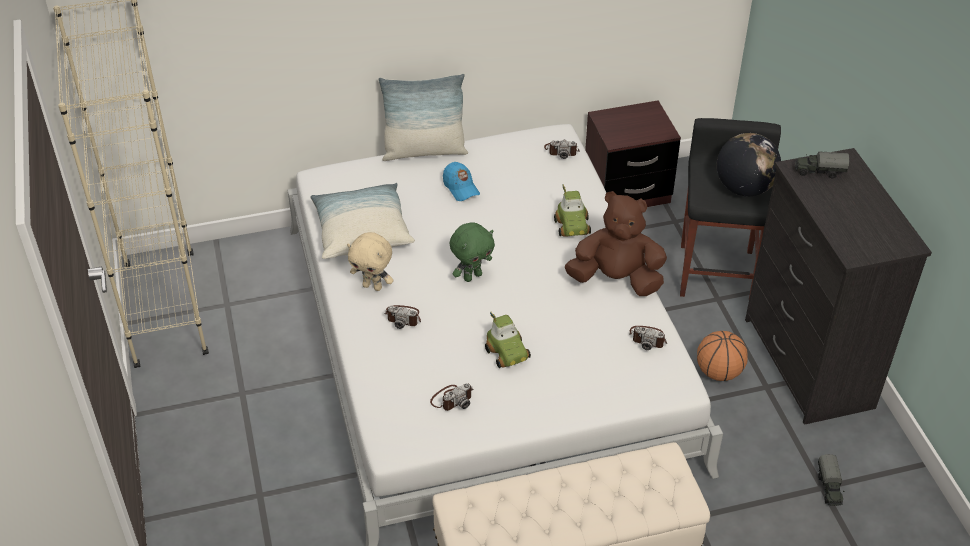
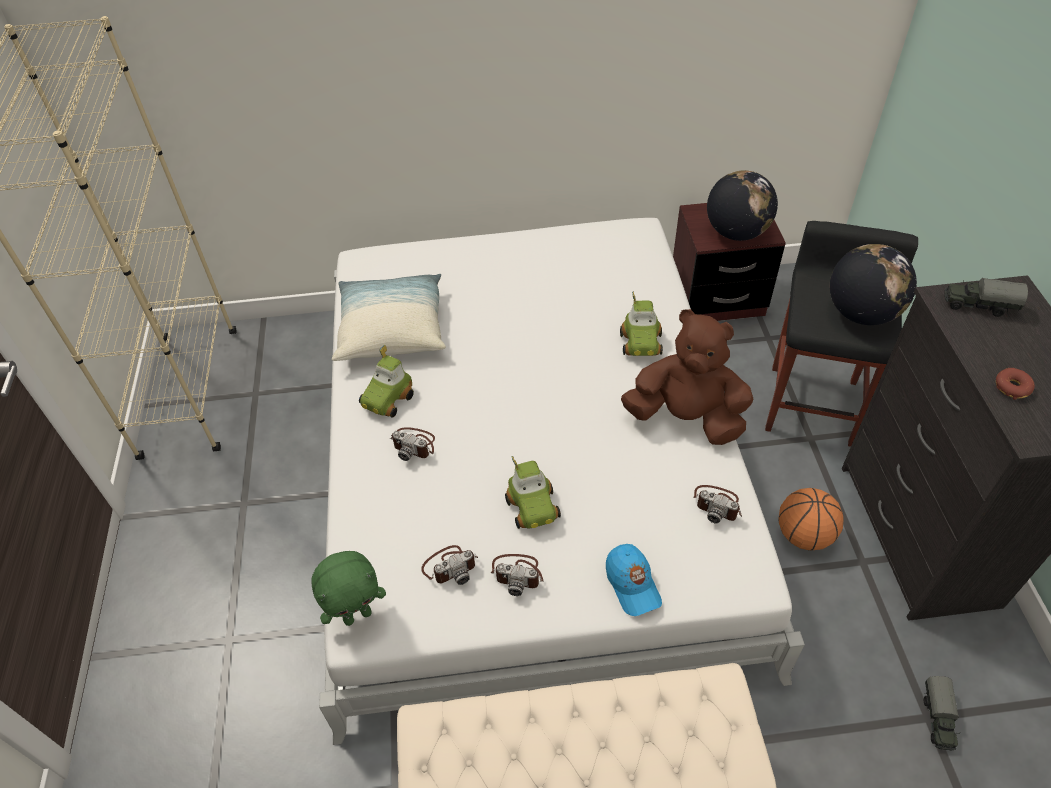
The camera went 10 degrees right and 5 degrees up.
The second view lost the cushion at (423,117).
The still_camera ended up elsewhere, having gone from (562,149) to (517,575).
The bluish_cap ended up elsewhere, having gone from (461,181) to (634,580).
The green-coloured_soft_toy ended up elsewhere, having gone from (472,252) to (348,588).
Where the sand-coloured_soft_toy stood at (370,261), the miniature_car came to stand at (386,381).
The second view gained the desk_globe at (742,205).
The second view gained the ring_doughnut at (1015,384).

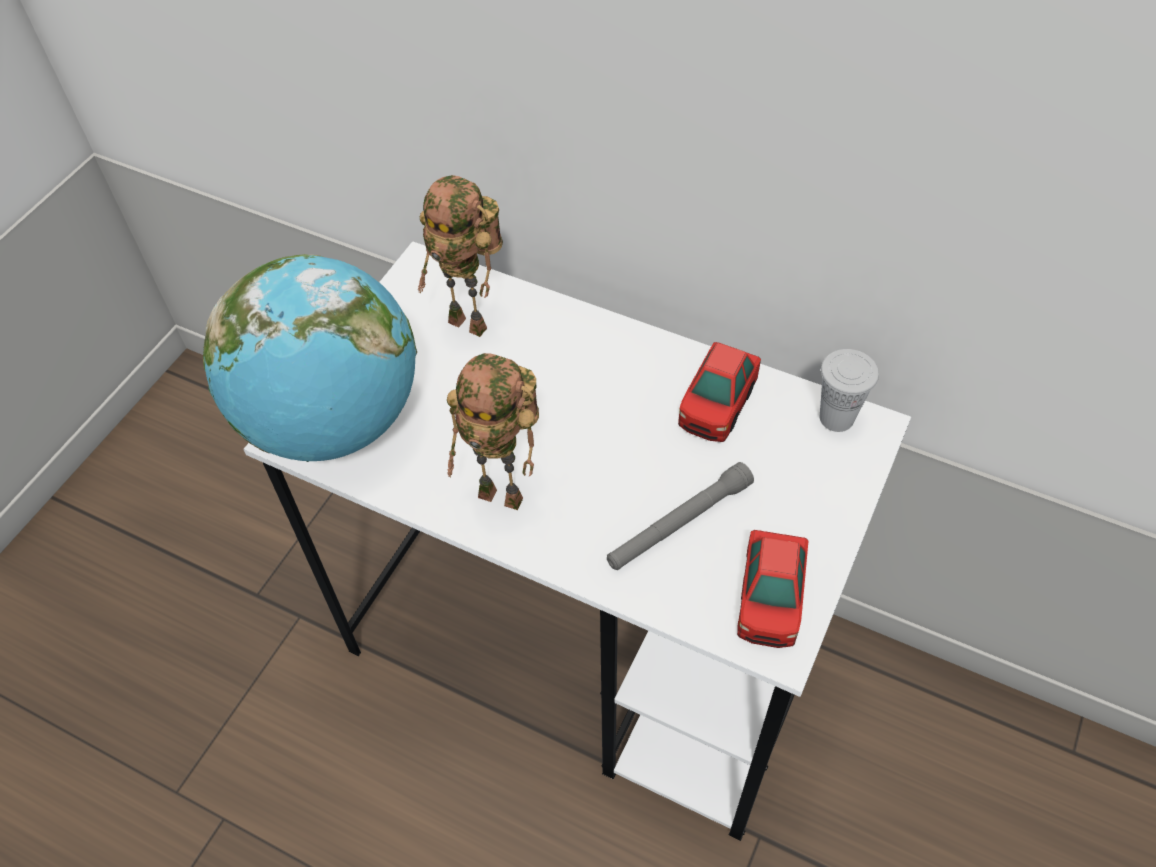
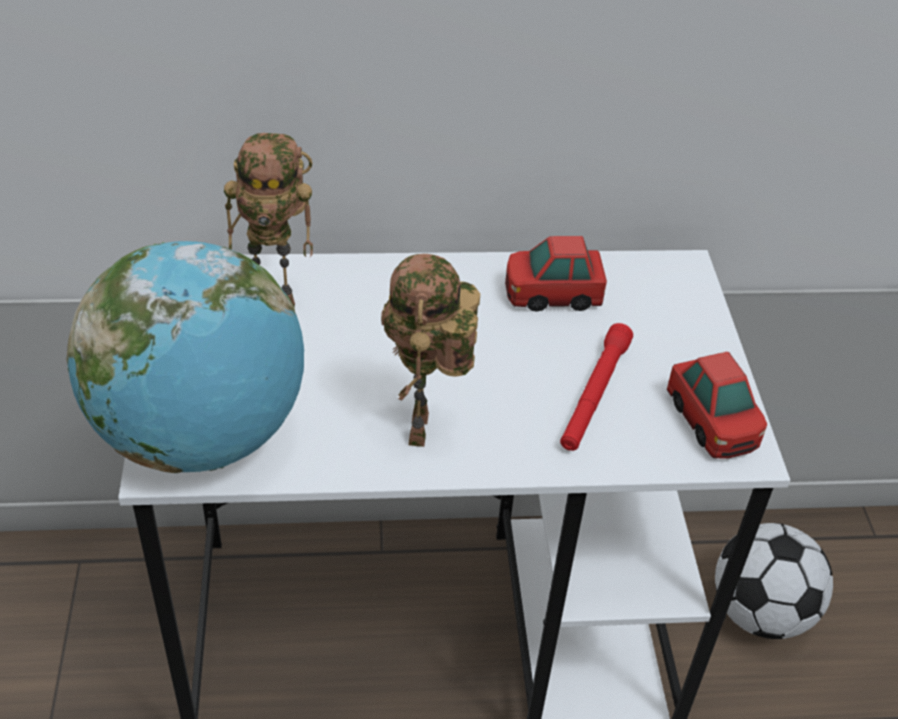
The camera went 35 degrees left and 10 degrees down.
The miniature_car at (719,392) ended up facing another way, 90 degrees clockwise from before.
The second view lost the white-coloured_cup at (849,390).
The model_robot at (493,431) ended up facing another way, 105 degrees clockwise from before.
What was the grey_torch at (680,516) turned into the red-coloured_torch at (596,387).
The second view gained the football at (774,581).

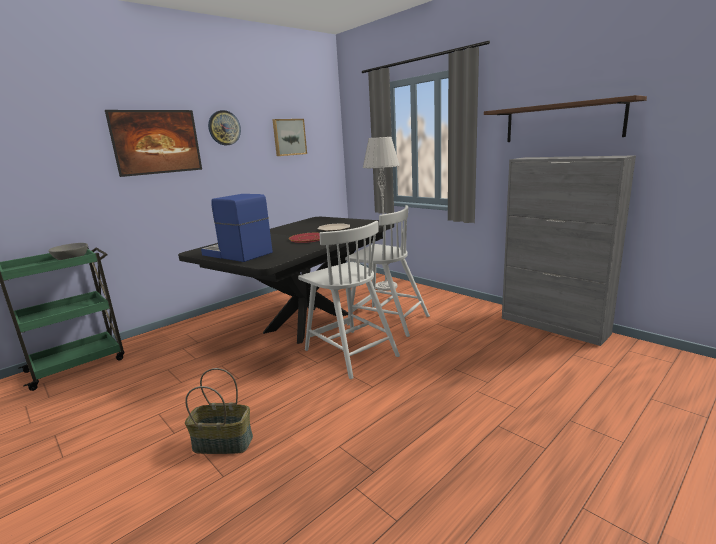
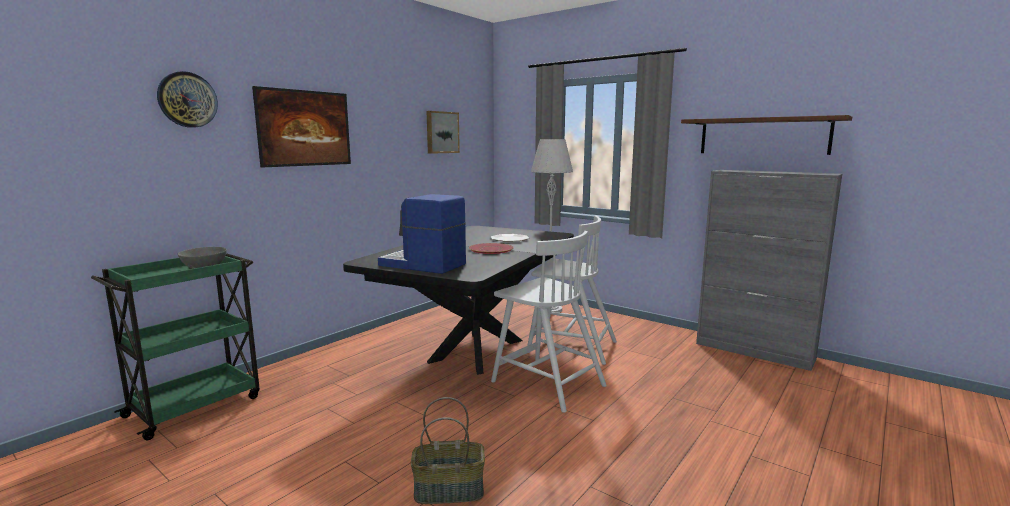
The camera went 10 degrees left and 5 degrees down.
The hanging_clock ended up elsewhere, having gone from (224,127) to (187,99).

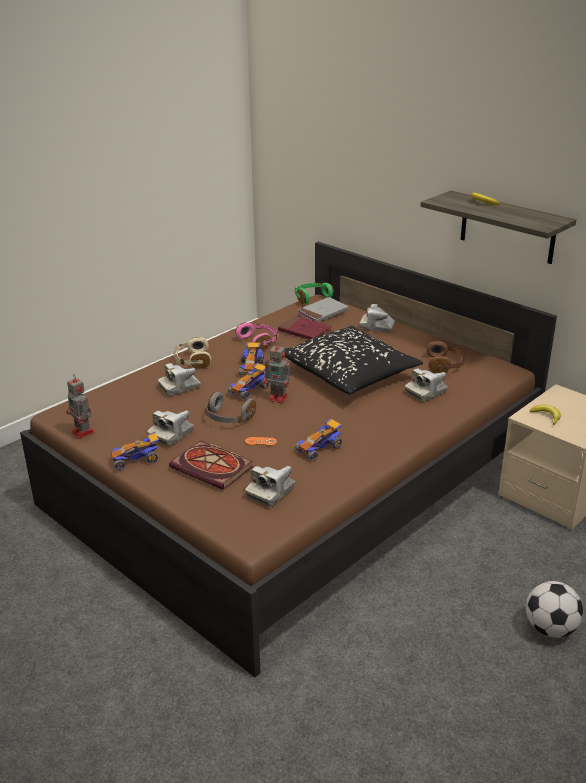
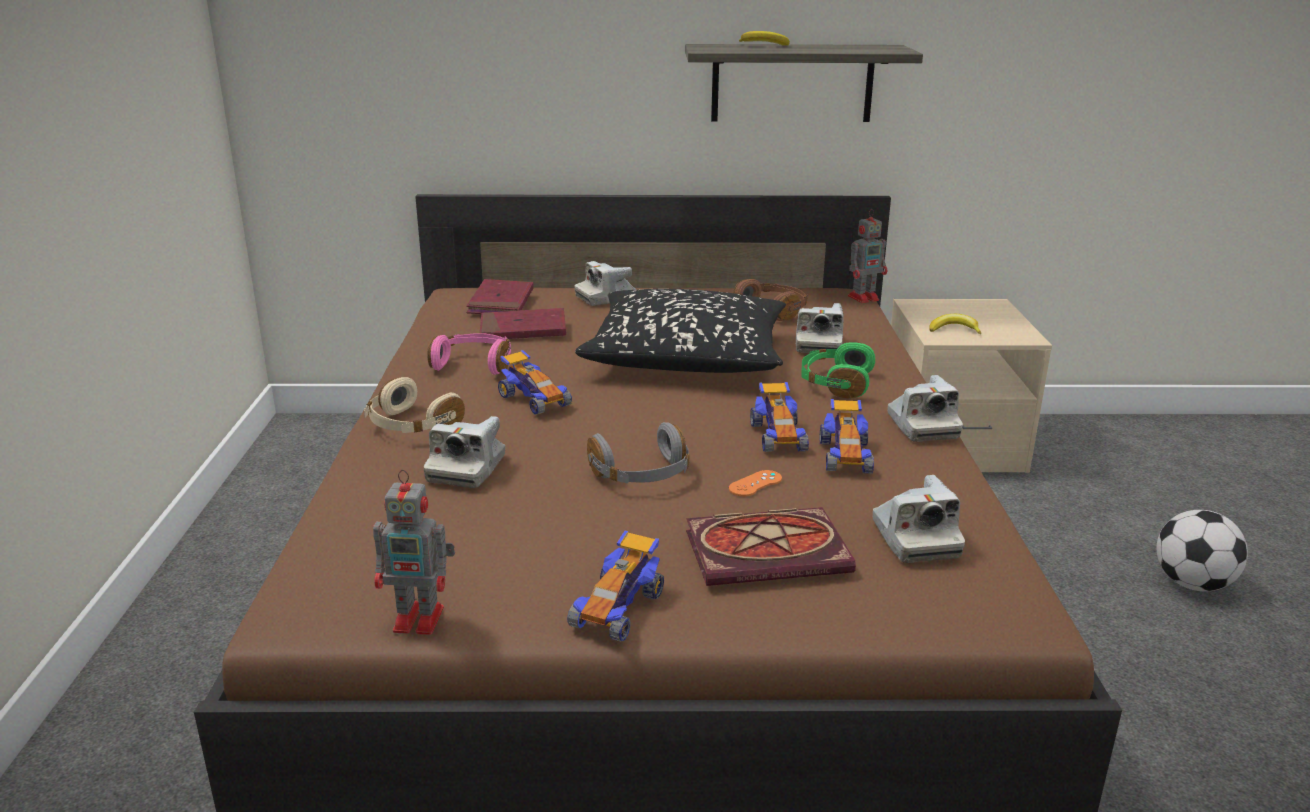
The camera went 45 degrees left and 5 degrees down.
The green-coloured_headset ended up elsewhere, having gone from (314,293) to (838,370).
What was the grey_book at (322,309) turned into the red-coloured_book at (500,296).
The model_robot ended up elsewhere, having gone from (278,373) to (867,256).
The miniature_car ended up elsewhere, having gone from (248,381) to (779,417).
The still_camera ended up elsewhere, having gone from (170,428) to (925,408).

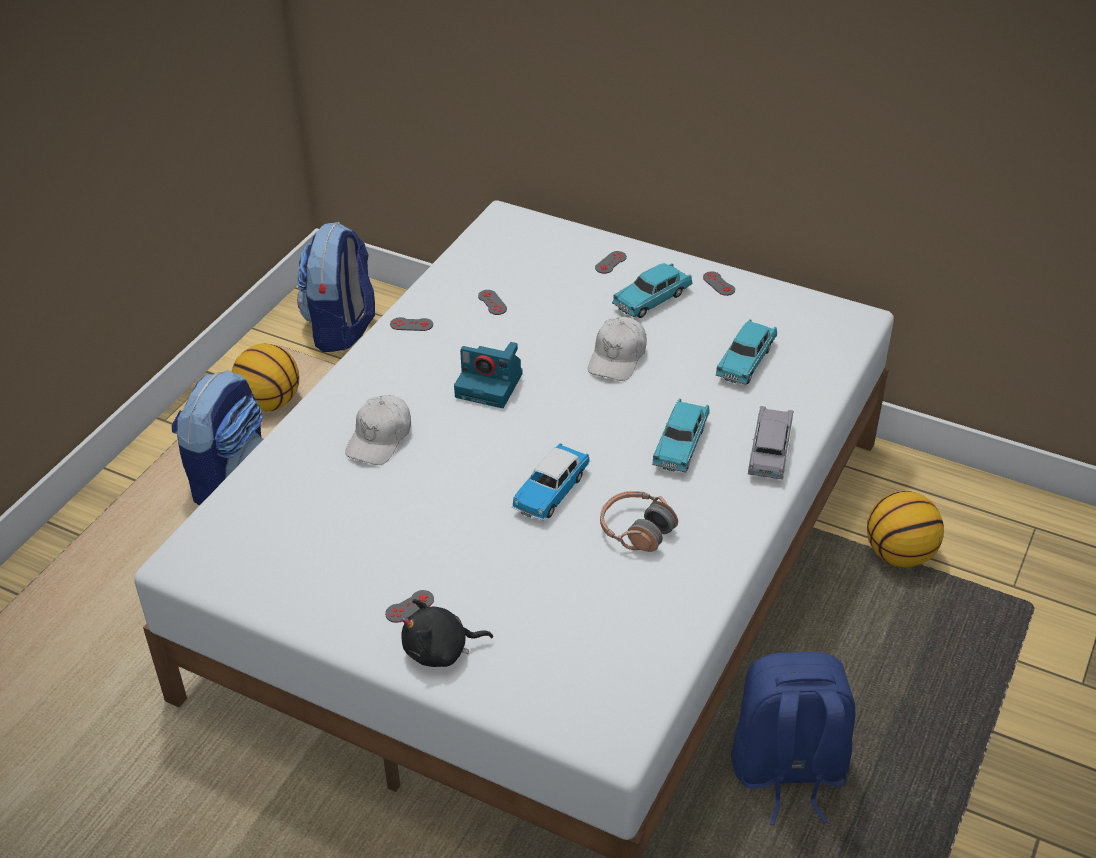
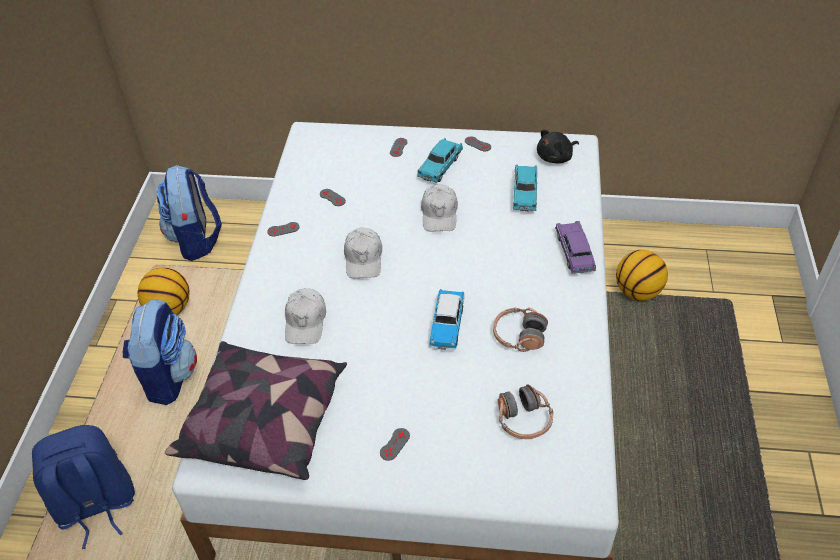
The camera went 20 degrees left and 5 degrees up.
Where the still_camera stood at (488,375), the white-coloured_cap came to stand at (363,253).
The second view lost the blue-green_miniature_car at (681,436).
What was the grey_miniature_car at (771,443) turned into the purplish_miniature_car at (575,247).
The black-coloured_soft_toy ended up elsewhere, having gone from (447,633) to (558,147).
The bluish_knapsack ended up elsewhere, having gone from (793,738) to (83,487).
The second view gained the cushion at (256,410).
The second view gained the headset at (526,411).

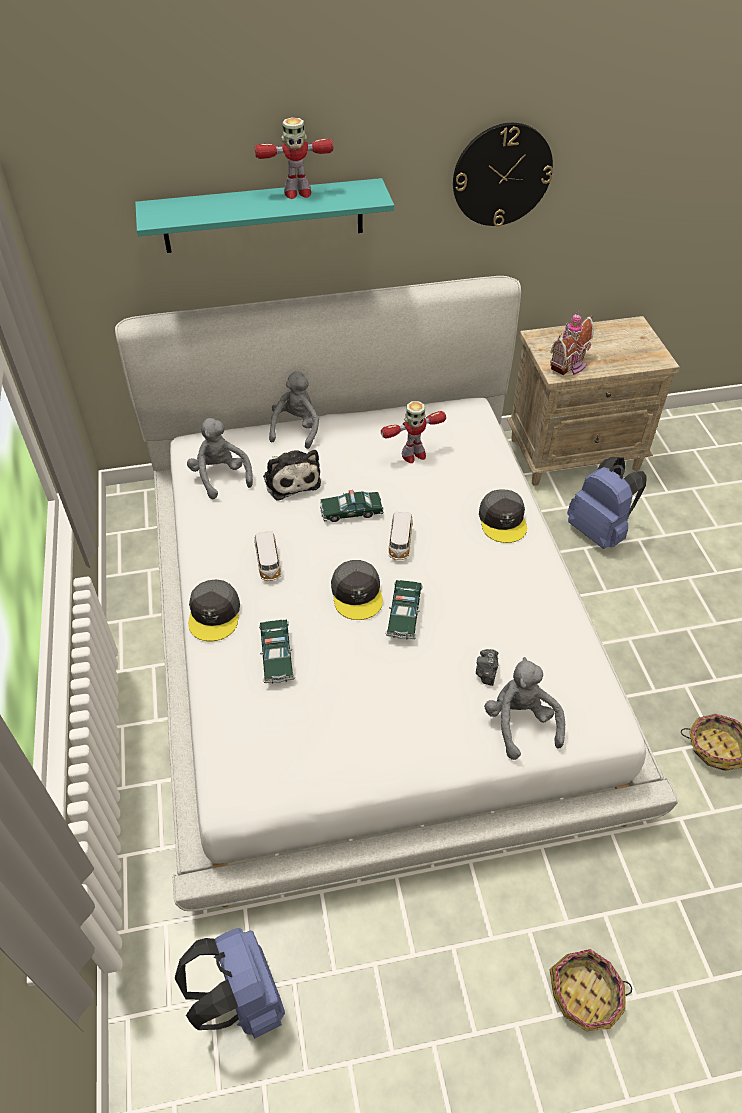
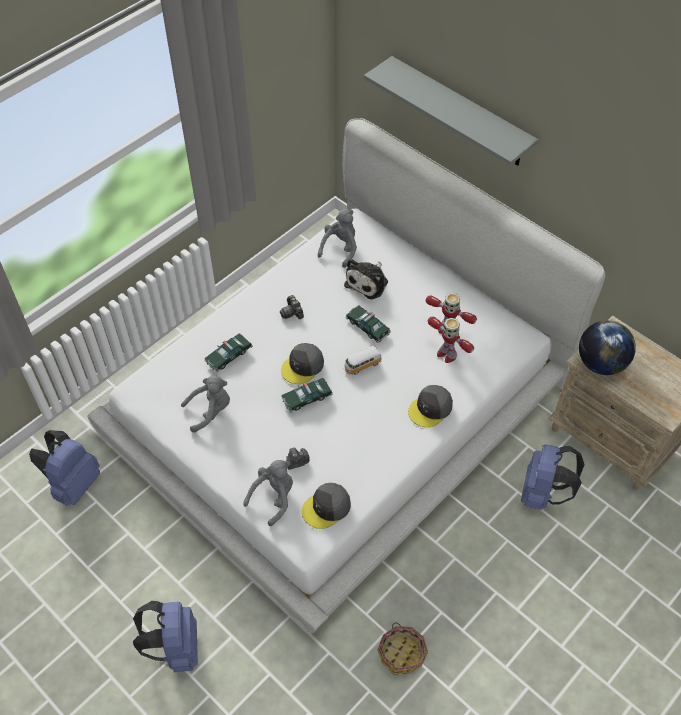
The camera went 55 degrees right and 5 degrees up.
The model_robot ended up elsewhere, having gone from (294,158) to (451,340).
The second view lost the hanging_clock at (503,175).
What was the blue-green_shelf at (264,215) turned into the grey_shelf at (451,111).
Where the model_house stood at (572,343), the desk_globe came to stand at (607,347).
The grey_soft_toy ended up elsewhere, having gone from (294,410) to (205,404).
Where the miniature_car stood at (267,556), the still_camera came to stand at (292,307).
The grey_cap ended up elsewhere, having gone from (214,610) to (326,506).
Where the storage_basket stood at (590,990), the bluish_knapsack came to stand at (165,637).

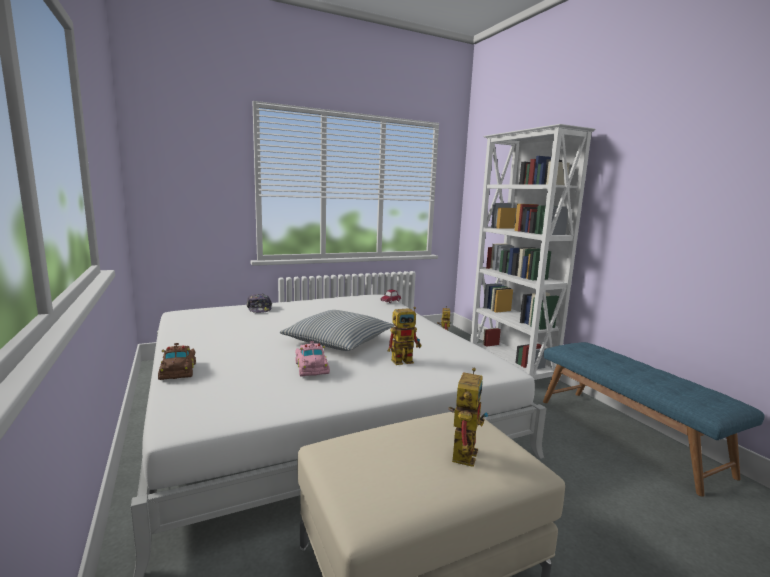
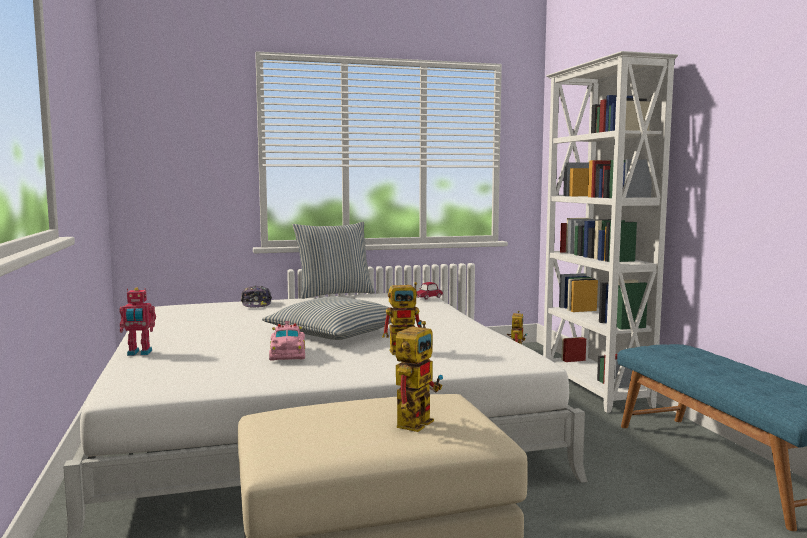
The camera went 10 degrees right and 5 degrees down.
Where the brown_miniature_car stood at (177,361), the model_robot came to stand at (137,321).
The second view gained the cushion at (334,260).

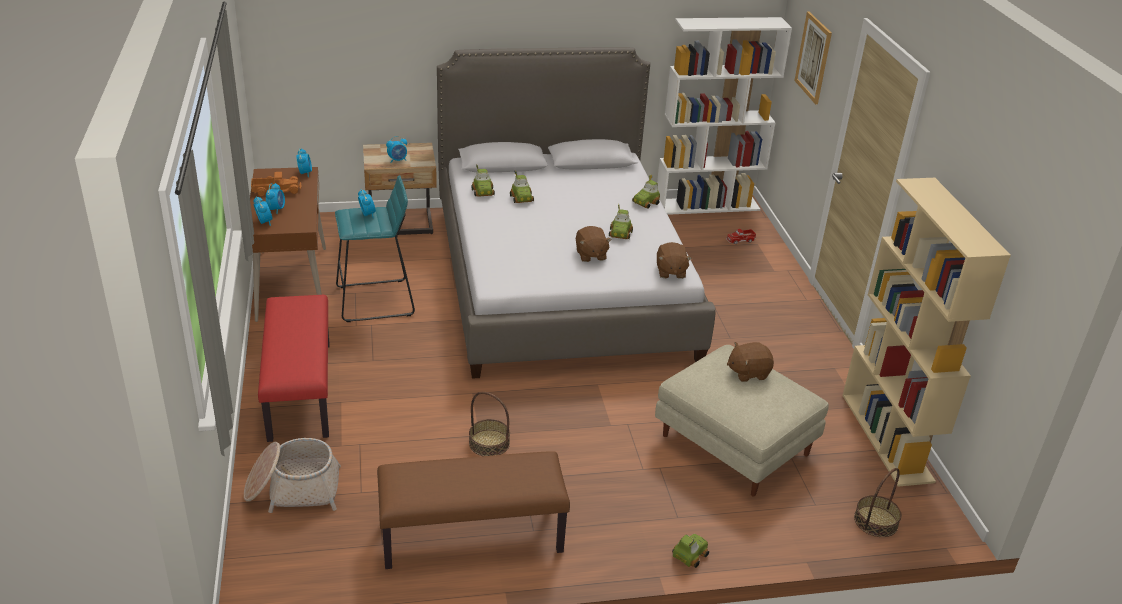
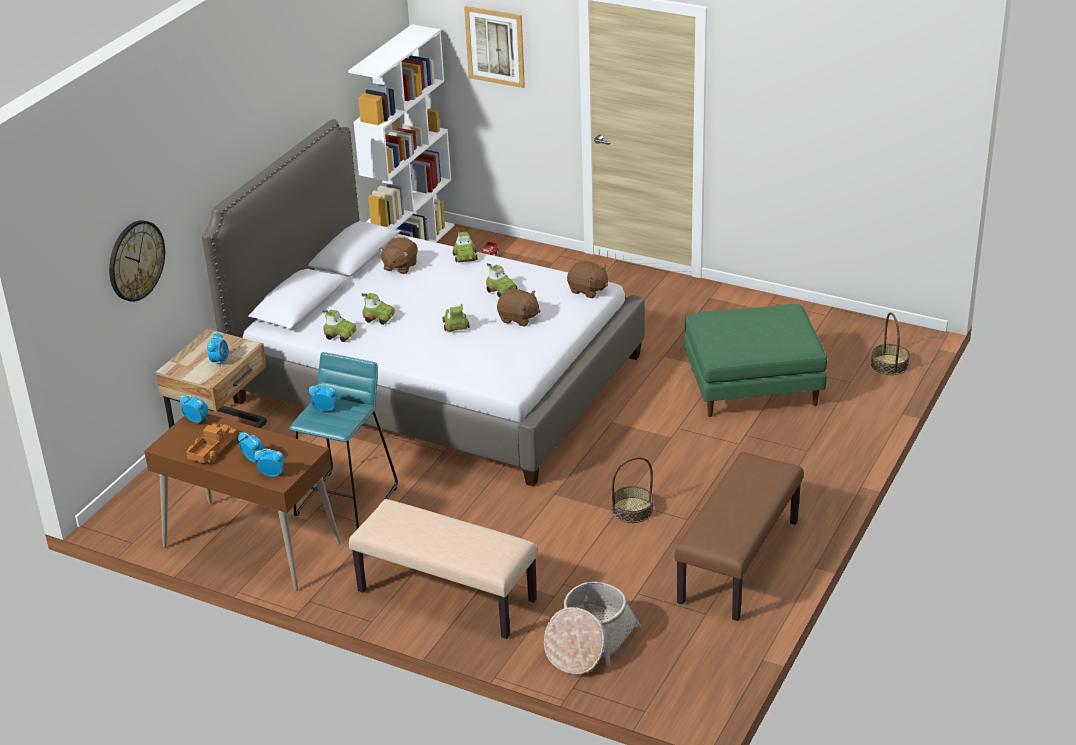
The camera went 50 degrees left and 0 degrees up.
The second view lost the sand-coloured_shelving_unit at (926,332).
What was the red-coloured_long_seat at (294,368) turned into the sand-coloured_long_seat at (443,569).
The brown_soft_toy ended up elsewhere, having gone from (750,362) to (398,255).
What was the sand-coloured_pouffe at (742,421) turned into the green-coloured_pouffe at (755,360).
The miniature_car ended up elsewhere, having gone from (690,551) to (456,318).
The second view gained the hanging_clock at (137,261).

